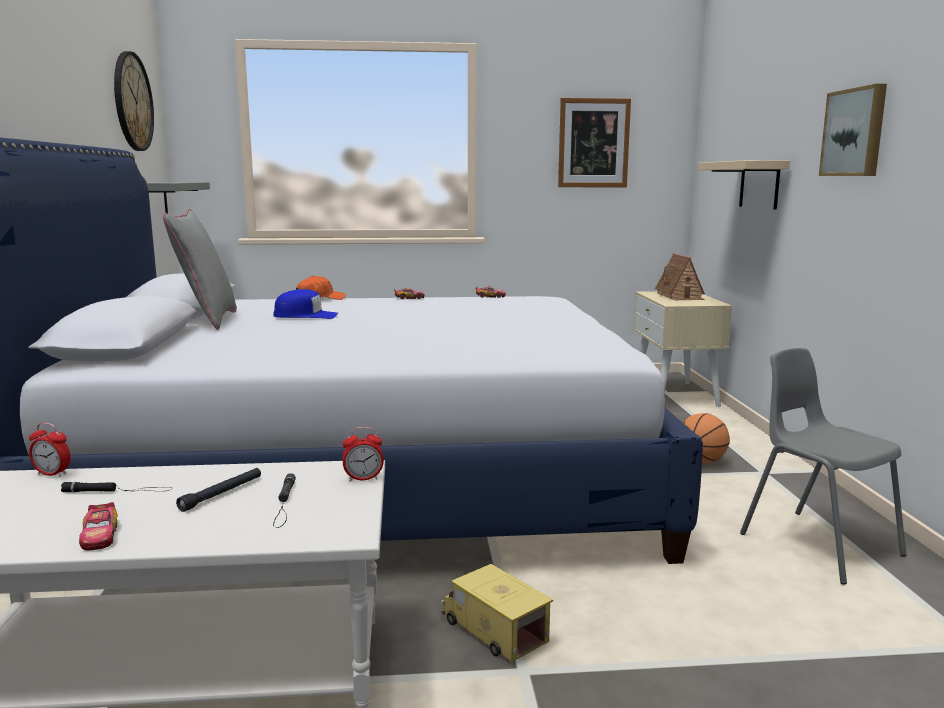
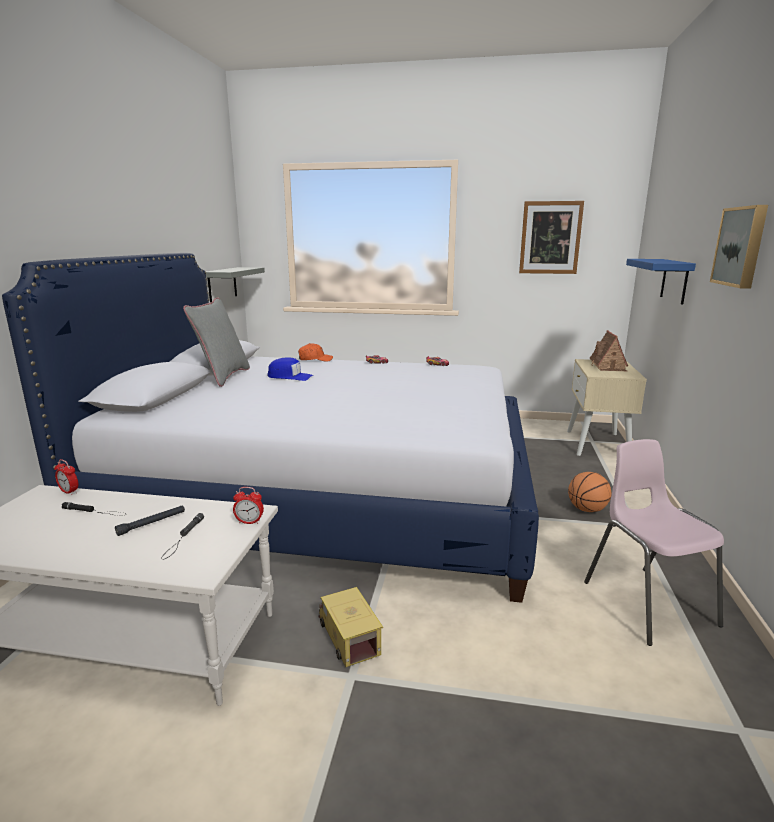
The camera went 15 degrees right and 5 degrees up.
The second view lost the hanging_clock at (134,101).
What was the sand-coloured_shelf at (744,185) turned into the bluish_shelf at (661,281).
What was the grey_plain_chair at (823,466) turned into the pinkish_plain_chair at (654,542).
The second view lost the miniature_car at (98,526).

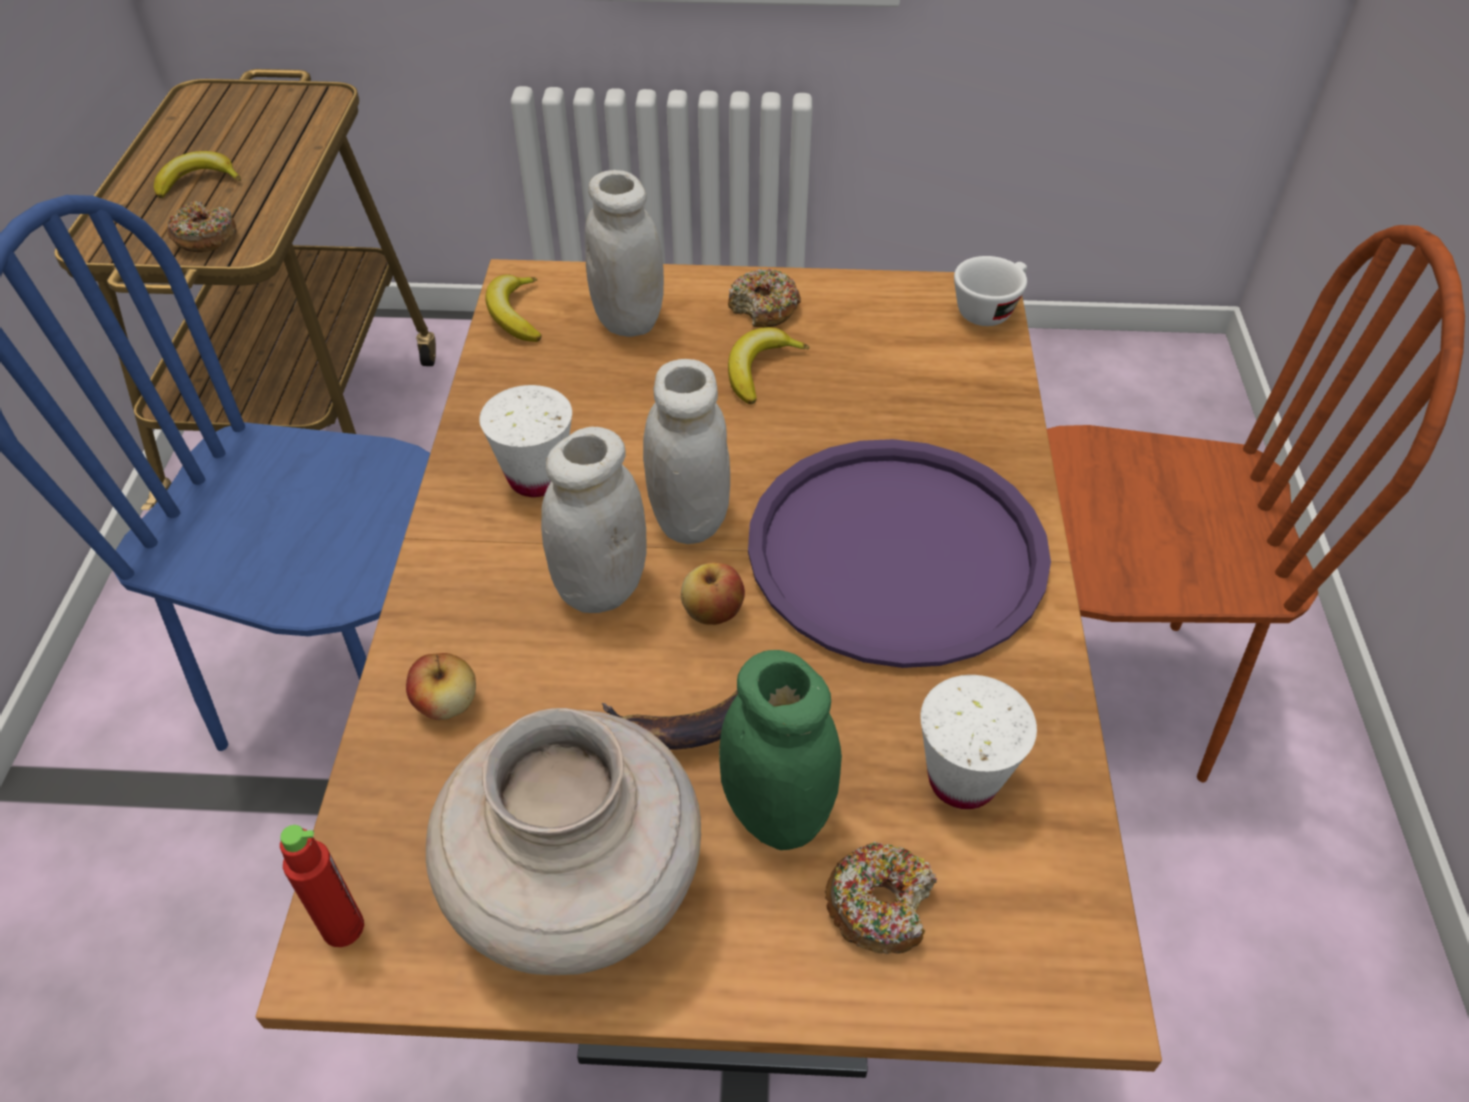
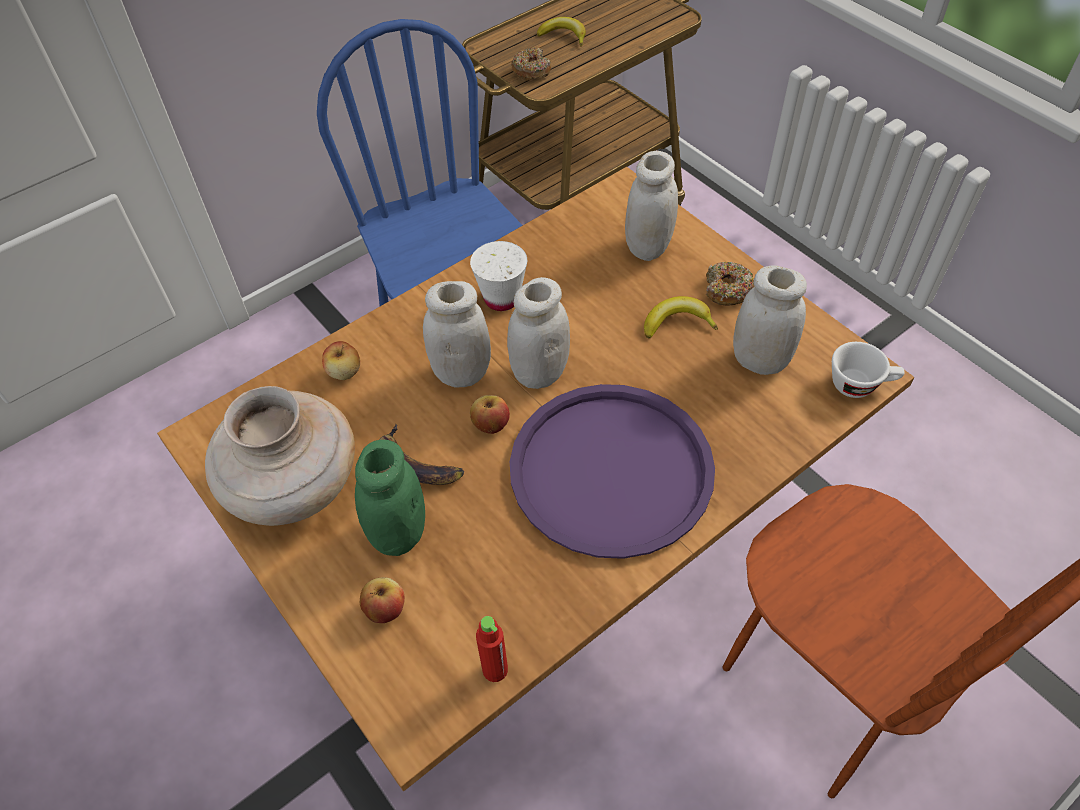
The camera went 50 degrees right and 5 degrees up.
The second view lost the banana_fruit at (513,308).
The second view lost the white-coloured_cup at (978,742).
The red-coloured_drink_bottle ended up elsewhere, having gone from (322,886) to (492,649).
Where the ring_doughnut stood at (881,897), the apple_fruit came to stand at (382,600).
The second view gained the white-coloured_preserve_jar at (770,320).

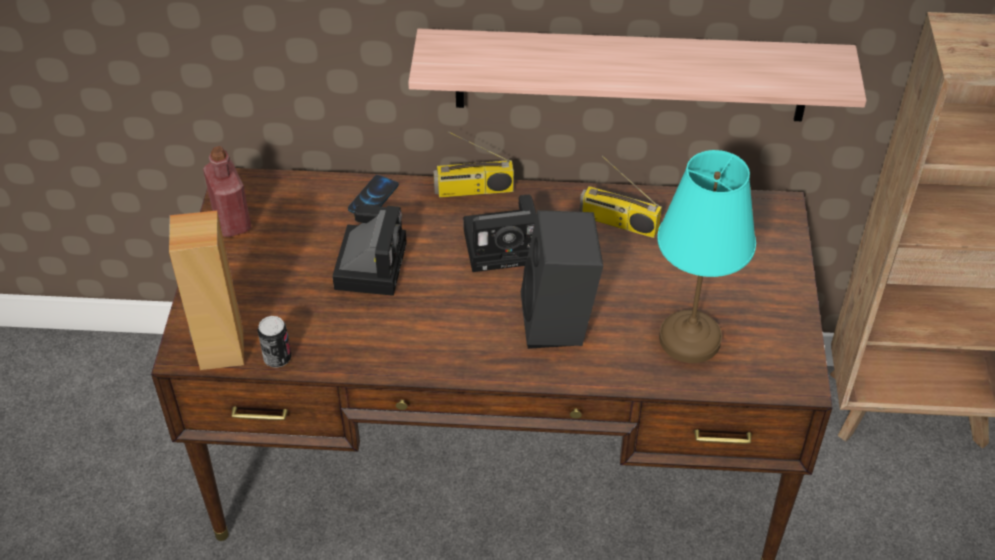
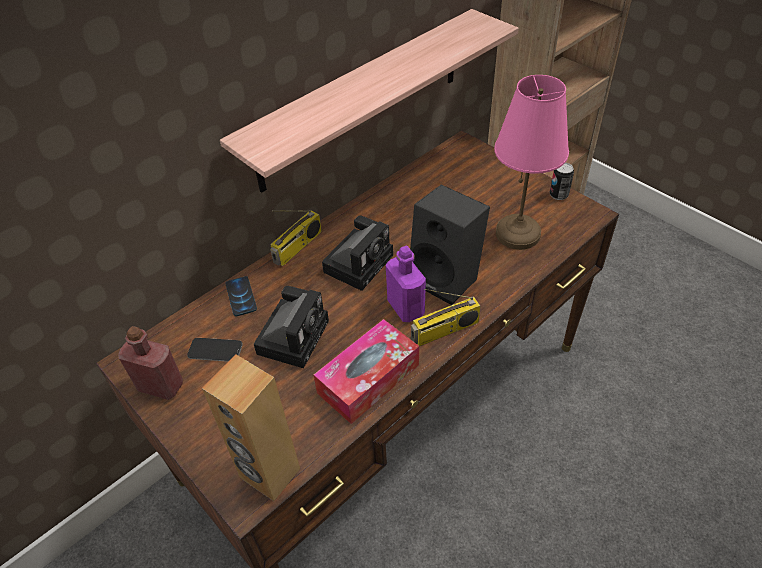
The camera went 45 degrees left and 0 degrees up.
What was the blue-green_table_lamp at (706,256) turned into the pinkish_table_lamp at (531,162).
The radio ended up elsewhere, having gone from (620,196) to (446,317).
The still_camera at (369,250) ended up facing another way, 60 degrees clockwise from before.
The metal_can ended up elsewhere, having gone from (274,342) to (562,181).
The second view gained the purplish_drink_bottle at (406,284).
The second view gained the box_of_tissues at (366,371).
The second view gained the telephone at (215,350).

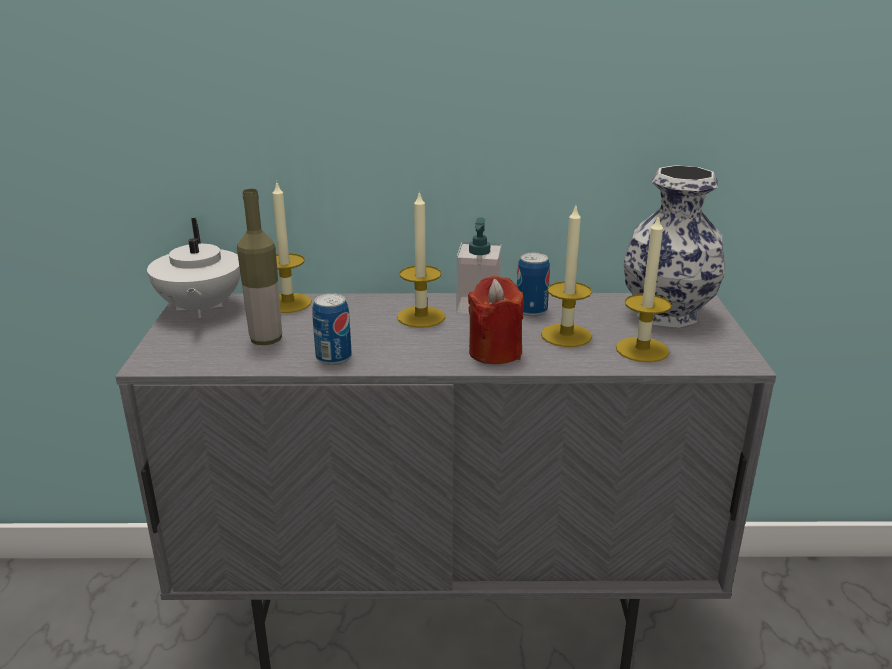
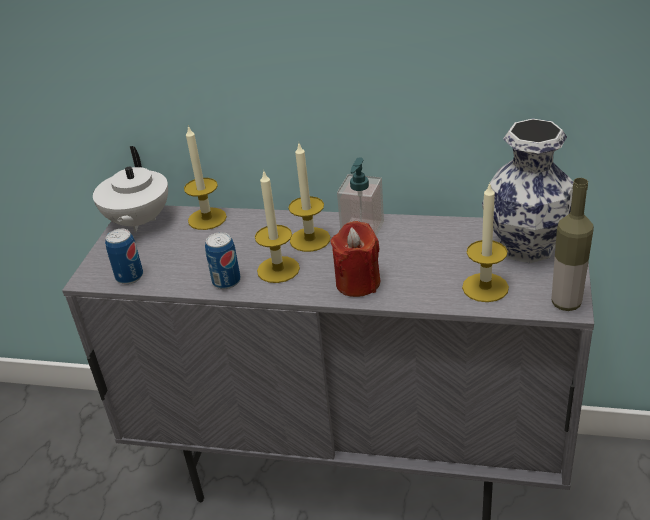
The camera went 15 degrees right and 10 degrees up.
The drink_bottle ended up elsewhere, having gone from (259,267) to (572,244).
The candle ended up elsewhere, having gone from (566,276) to (277,226).
The metal_can ended up elsewhere, having gone from (533,284) to (124,256).

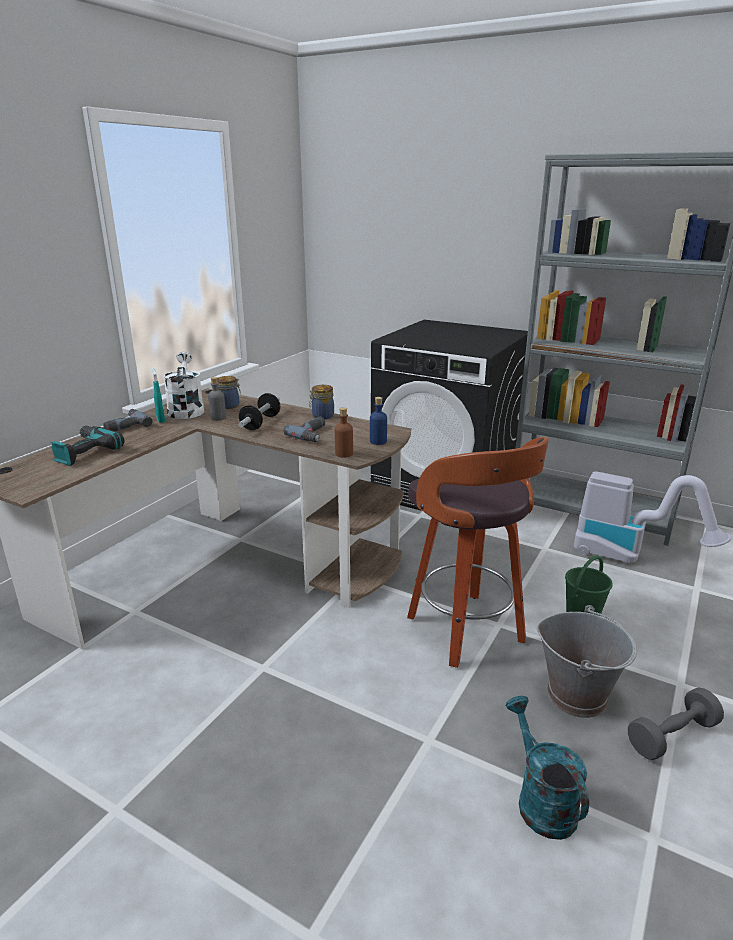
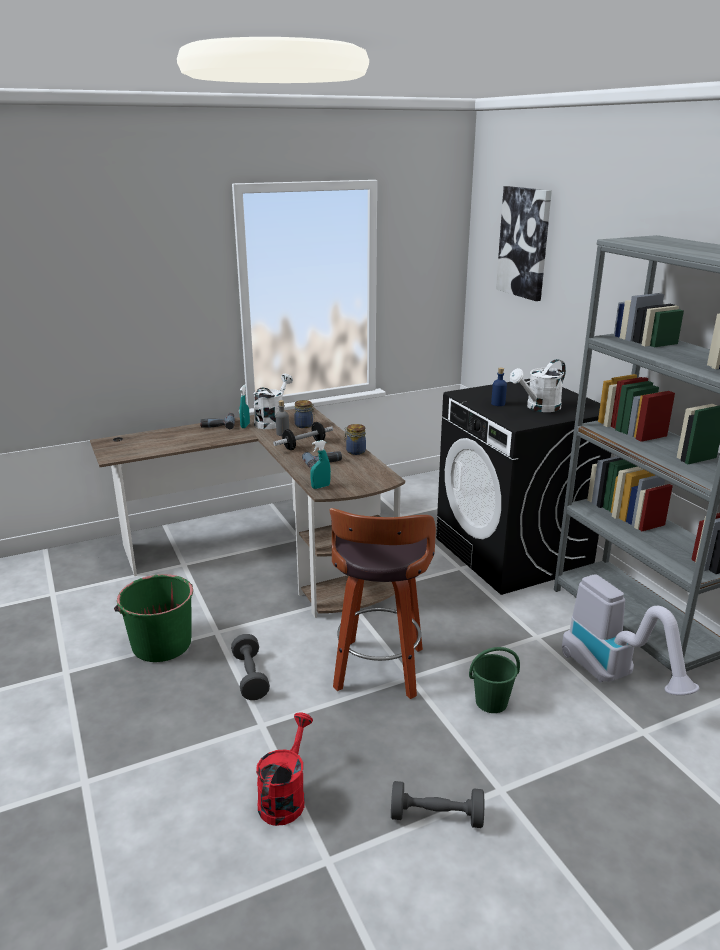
The camera went 35 degrees right and 0 degrees up.
The bluish_drink_bottle ended up elsewhere, having gone from (378,421) to (499,387).
Where the brown_drink_bottle stood at (344,432), the blue-green_spray_bottle came to stand at (320,464).
The second view lost the drill at (88,446).
The second view lost the grey_bucket at (586,661).
What was the blue-green_sprinkling_can at (547,768) turned into the red-coloured_sprinkling_can at (284,769).
The second view gained the picture at (524,243).
The second view gained the white-coloured_sprinkling_can at (538,385).
The second view gained the green-coloured_bucket at (153,618).
The second view gained the grey_dumbbell at (250,667).

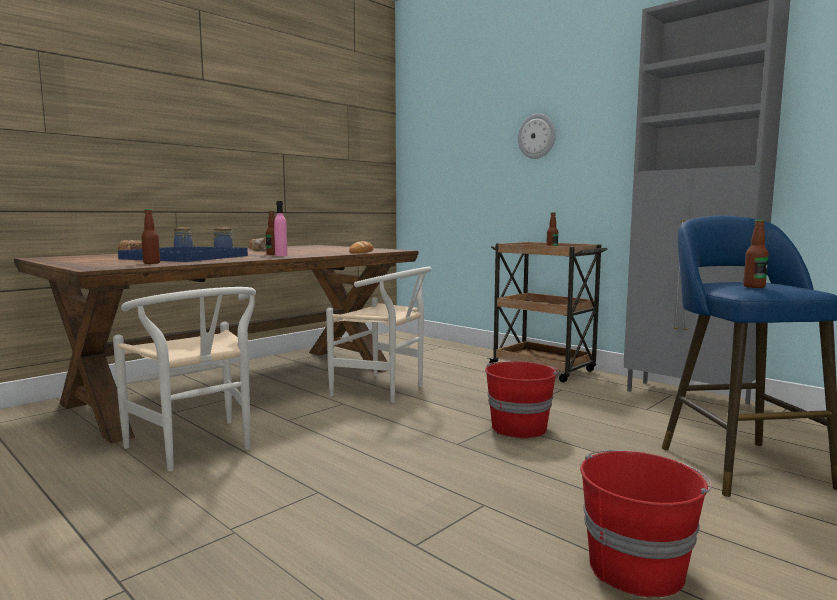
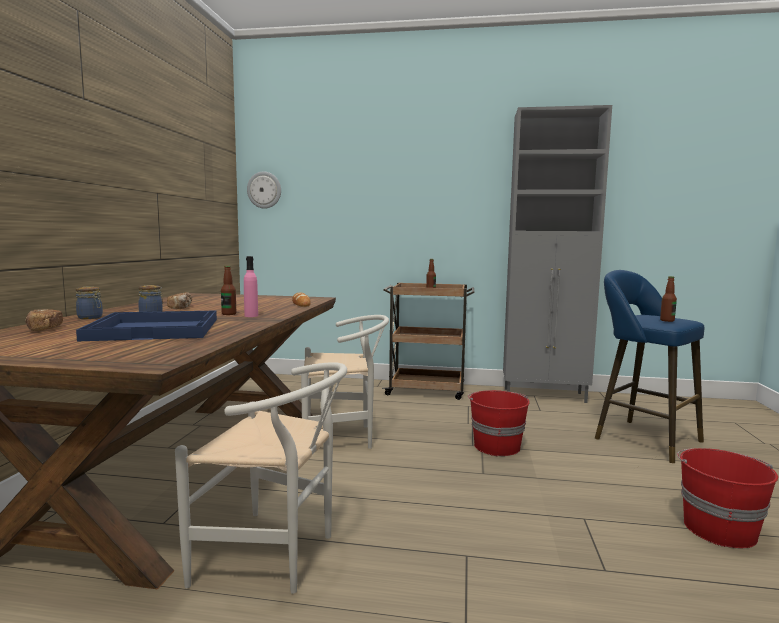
The camera went 35 degrees left and 0 degrees up.
The hanging_clock ended up elsewhere, having gone from (537,136) to (264,190).
The second view lost the drink_bottle at (150,236).

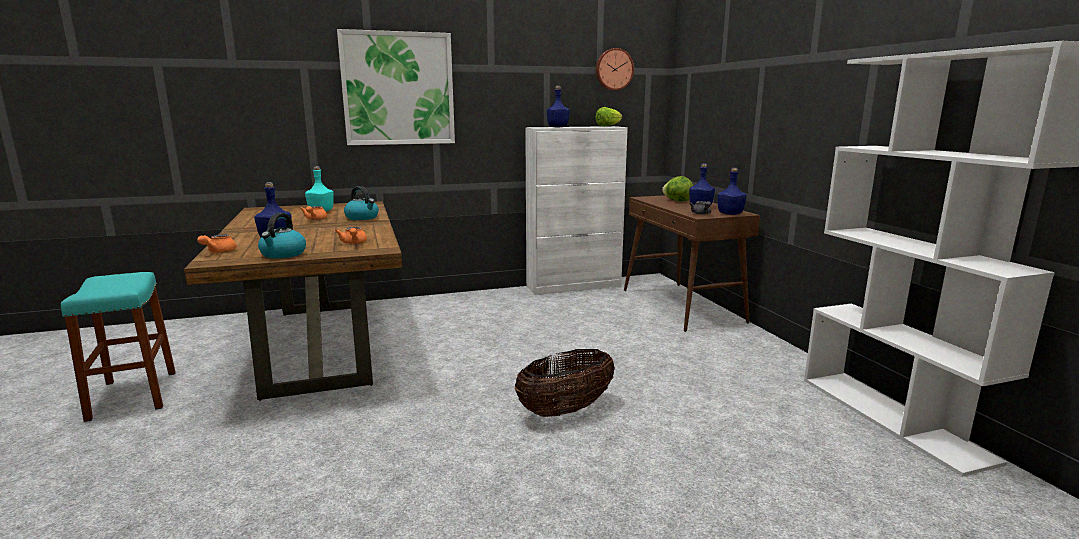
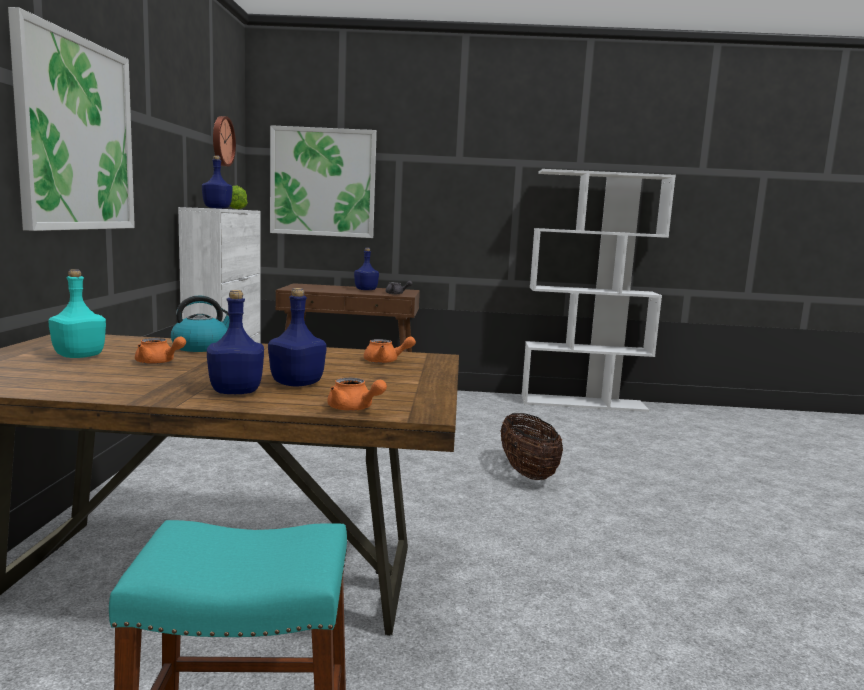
The camera went 70 degrees left and 5 degrees down.
The bluish_drink_bottle ended up elsewhere, having gone from (732,191) to (235,342).
The second view lost the lettuce at (677,188).
The second view lost the tea_kettle at (282,236).
The second view gained the picture at (323,181).

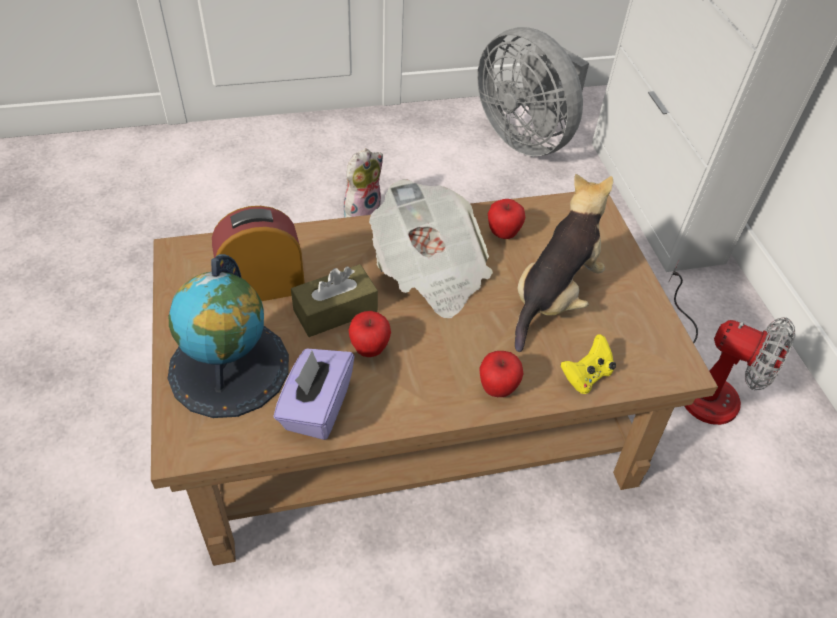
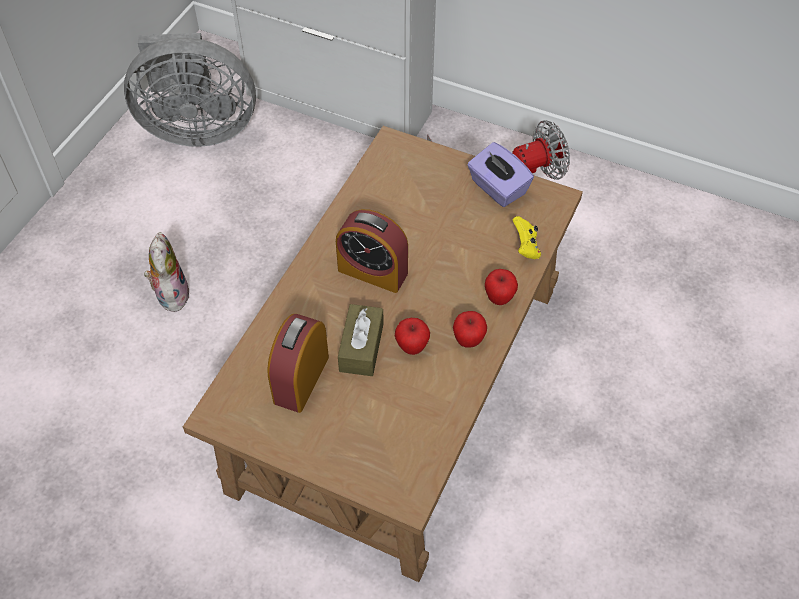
The camera went 50 degrees left and 5 degrees up.
The second view lost the soft_toy at (564,263).
Where the newspaper stood at (431,248), the bedside_clock came to stand at (372,251).
The apple_fruit ended up elsewhere, having gone from (506,219) to (470,329).
The second view lost the desk_globe at (228,336).
The purplish_box_of_tissues ended up elsewhere, having gone from (314,394) to (501,174).

